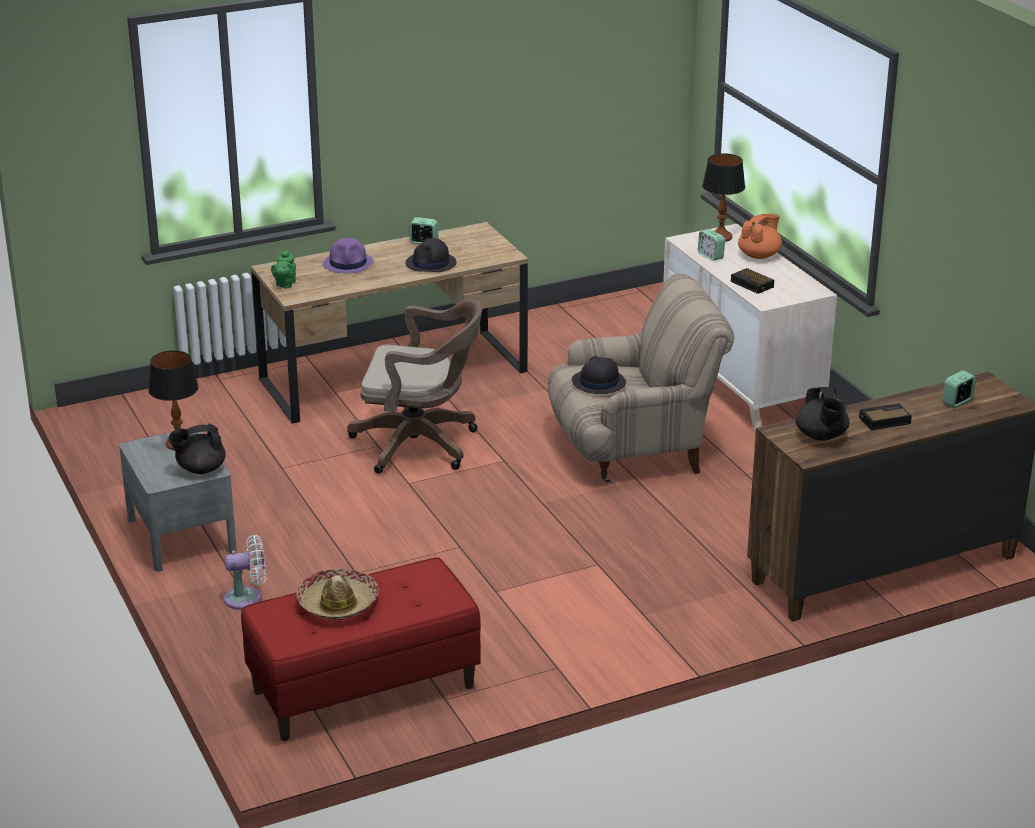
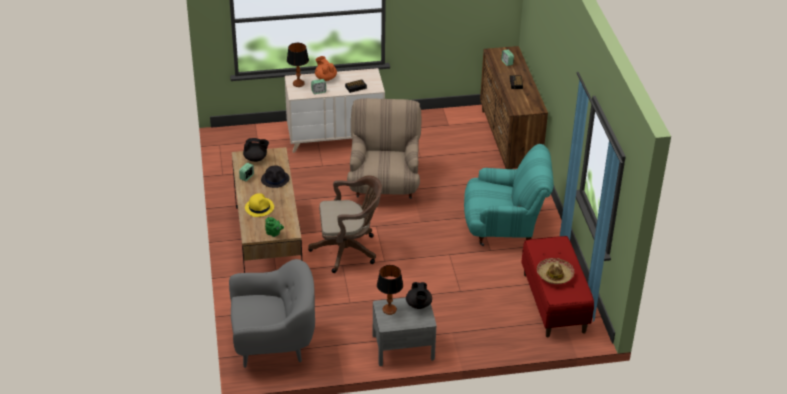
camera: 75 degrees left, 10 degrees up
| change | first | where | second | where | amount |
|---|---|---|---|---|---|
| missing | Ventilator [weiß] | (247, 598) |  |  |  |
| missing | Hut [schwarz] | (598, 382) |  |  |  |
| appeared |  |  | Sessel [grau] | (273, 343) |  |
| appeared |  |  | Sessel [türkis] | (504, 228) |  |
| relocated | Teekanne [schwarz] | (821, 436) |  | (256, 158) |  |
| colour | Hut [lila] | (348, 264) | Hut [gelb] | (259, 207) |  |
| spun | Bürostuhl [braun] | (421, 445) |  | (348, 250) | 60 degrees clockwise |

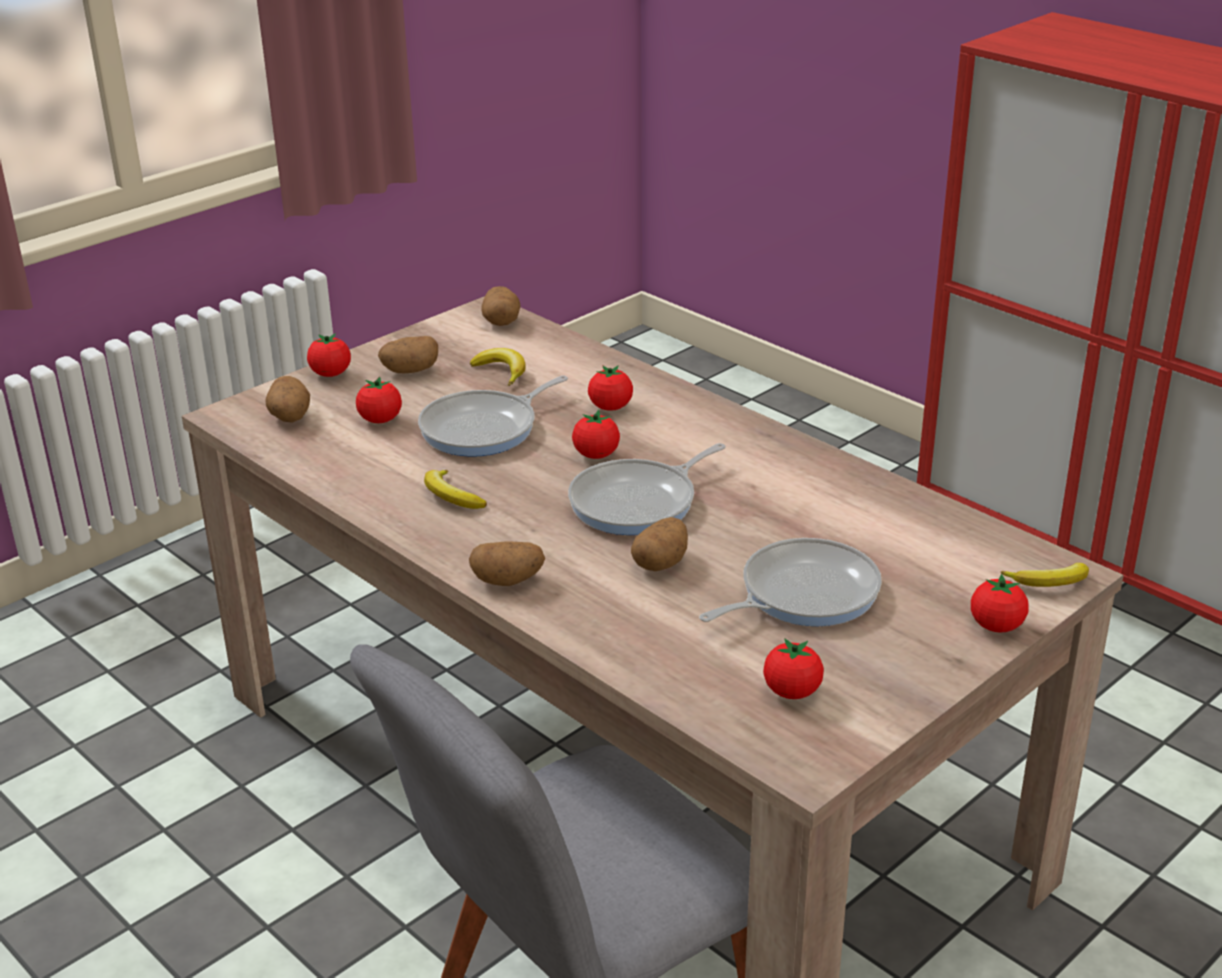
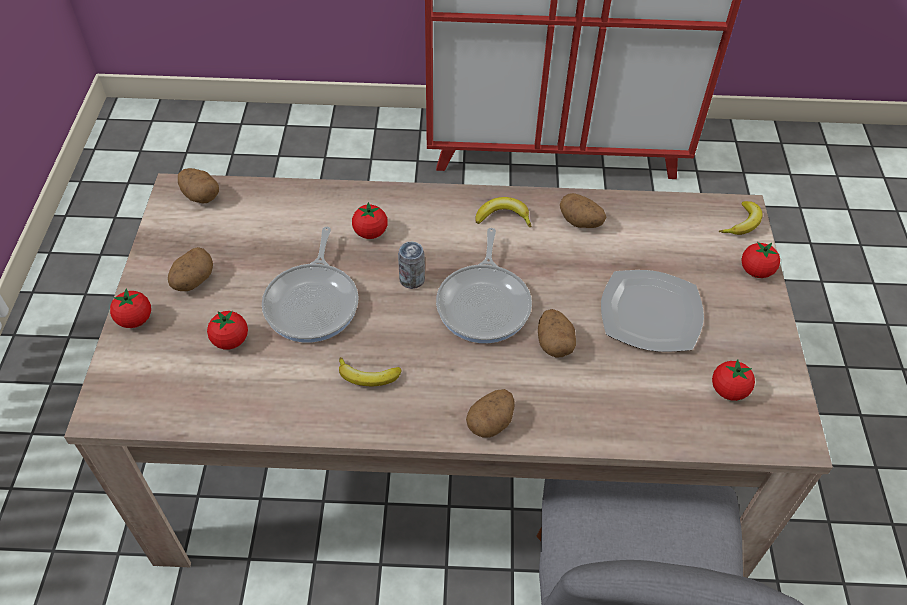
camera: 45 degrees left, 20 degrees up
| change | first | where | second | where | amount |
|---|---|---|---|---|---|
| relocated | Kartoffel | (290, 417) |  | (581, 222) |  |
| relocated | Banane | (501, 372) |  | (503, 217) |  |
| exchanged | Tomate | (596, 455) | Dose | (412, 280) |  |
| exchanged | Pfanne | (802, 594) | Teller | (649, 314) |  |

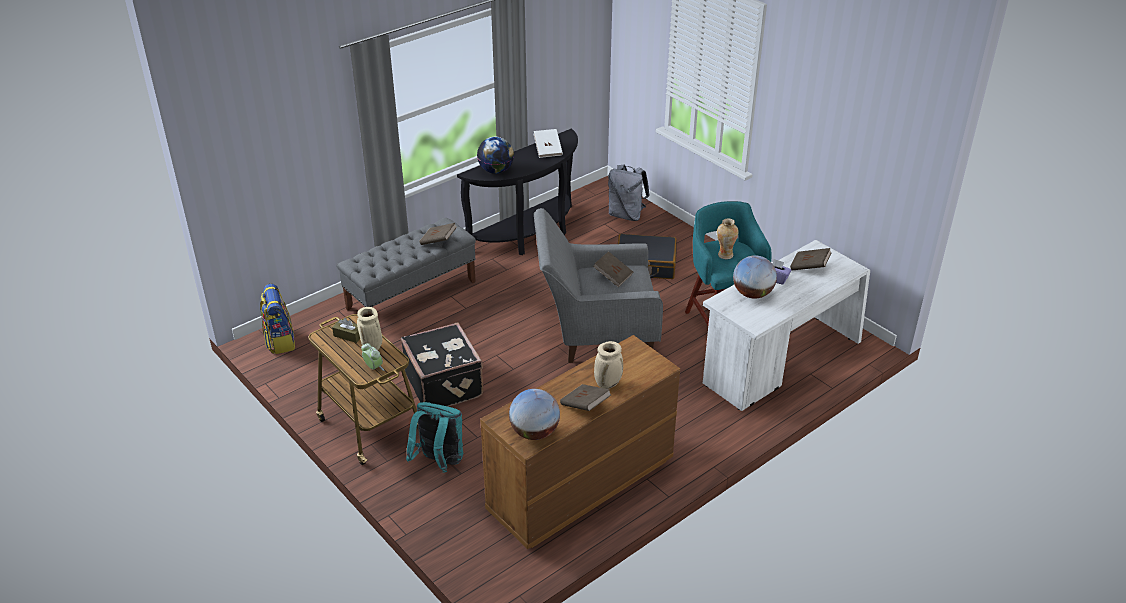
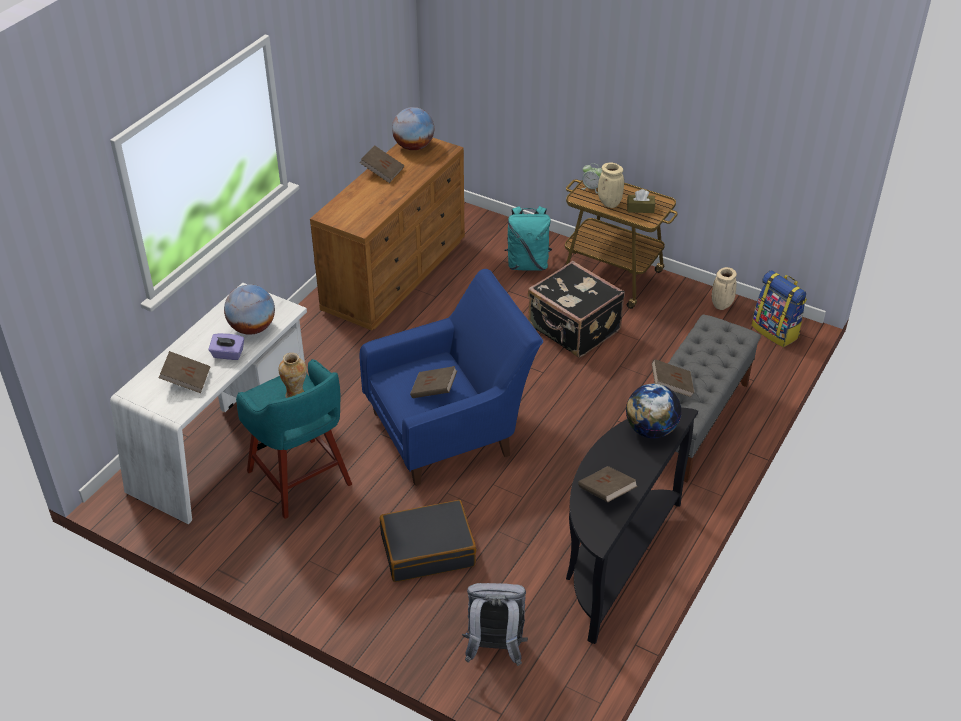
camera: 160 degrees right, 5 degrees up
| change | first | where | second | where | amount |
|---|---|---|---|---|---|
| relocated | Vase [beige] | (608, 383) |  | (721, 306) |  |
| colour | Buch [weiß] | (548, 150) | Buch [braun] | (606, 493) |  |
| colour | Sessel [grau] | (595, 330) | Sessel [blau] | (450, 429) |  |

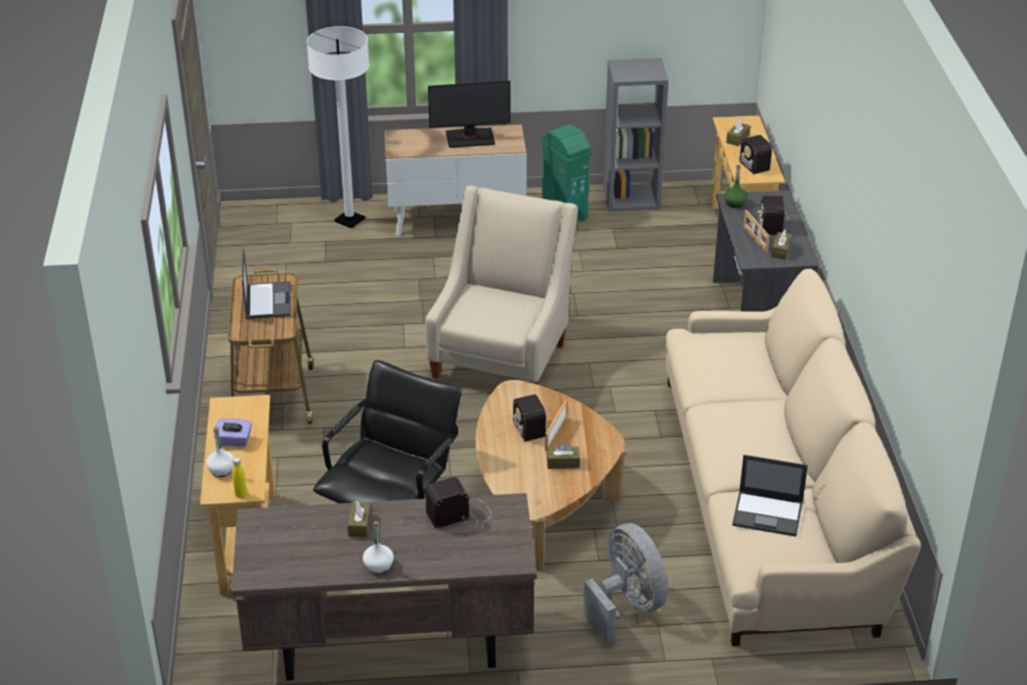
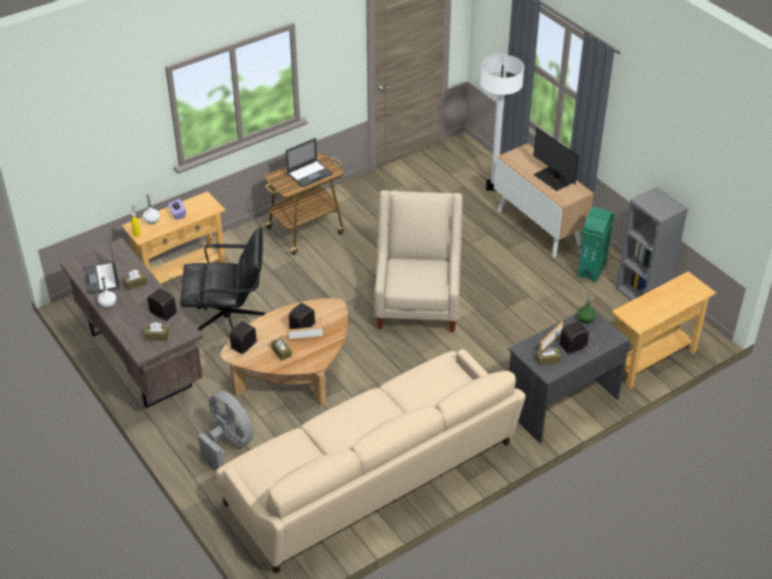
camera: 60 degrees right, 5 degrees up
| change | first | where | second | where | amount |
|---|---|---|---|---|---|
| relocated | Taschentuchbox [braun] | (737, 139) |  | (157, 336) |  |
| relocated | Radio | (751, 160) |  | (250, 341) |  |
| relocated | Laptop | (768, 514) |  | (101, 278) |  |
| spun | Sessel [beige] | (502, 354) |  | (417, 302) | 75 degrees counterclockwise |
| spun | Ventilator [grau] | (627, 606) |  | (228, 444) | 75 degrees counterclockwise |

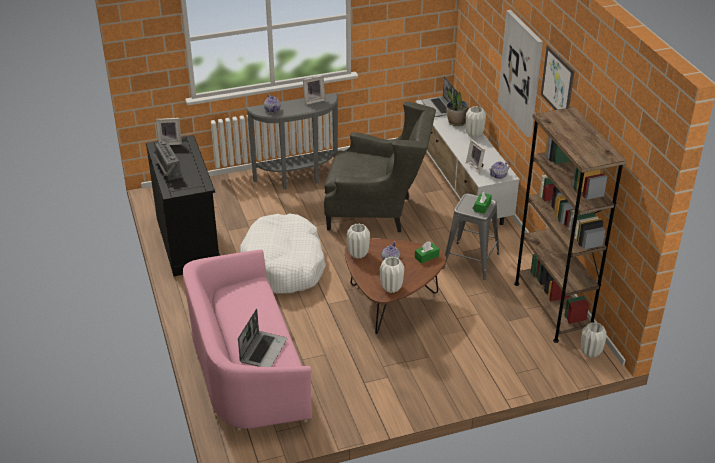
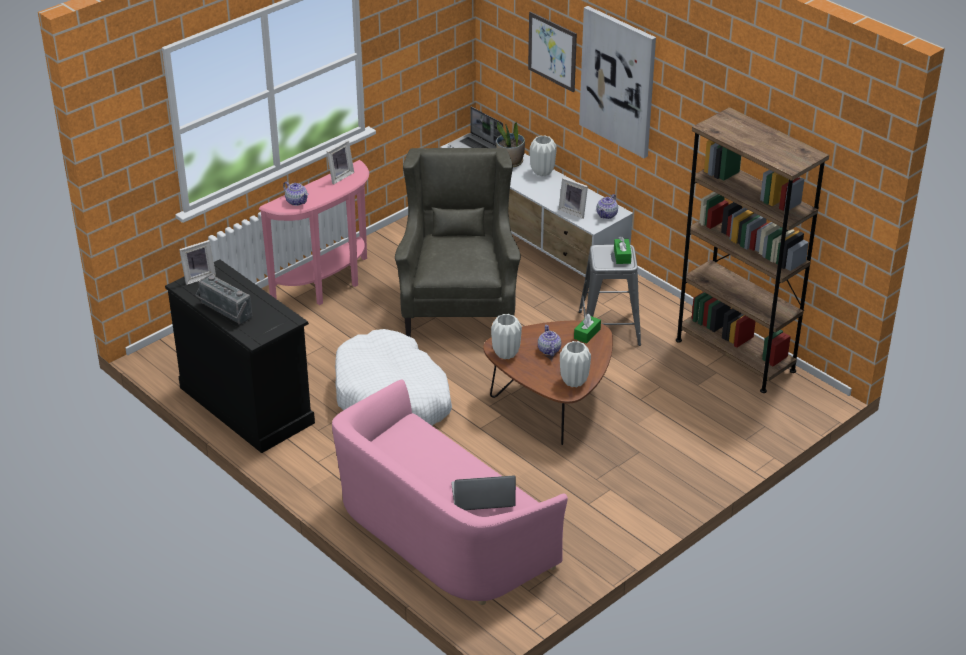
camera: 25 degrees left, 0 degrees up
| change | first | where | second | where | amount |
|---|---|---|---|---|---|
| missing | Vase [weiß] | (590, 352) |  |  |  |
| relocated | Bild | (557, 83) |  | (552, 51) |  |
| colour | Konsolentisch [grau] | (298, 179) | Konsolentisch [rosa] | (328, 287) |  |
| spun | Laptop | (263, 350) |  | (482, 497) | 90 degrees counterclockwise |
| spun | Sessel [grau] | (378, 212) |  | (458, 301) | 75 degrees counterclockwise |

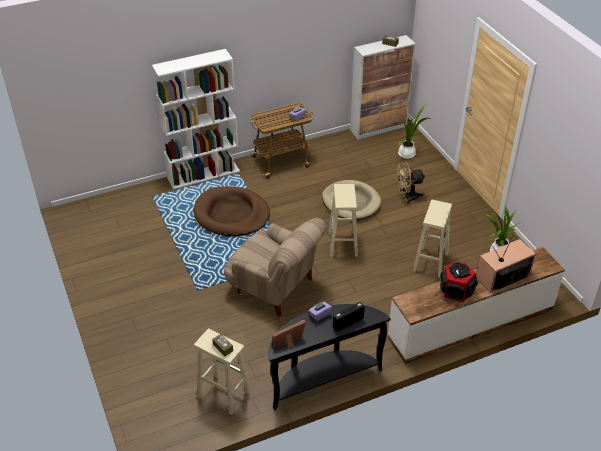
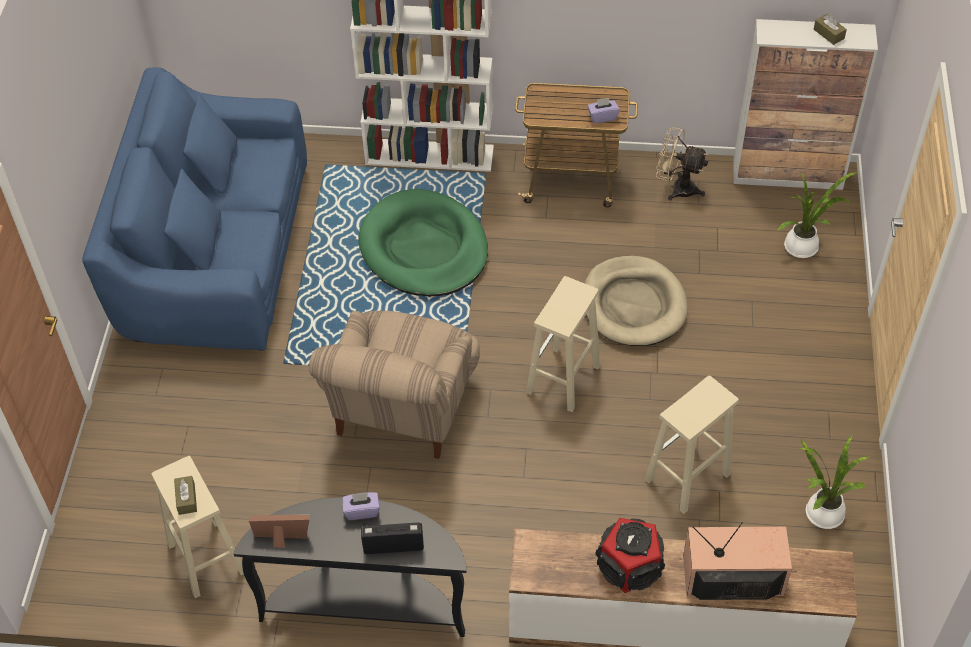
camera: 30 degrees right, 10 degrees up
| change | first | where | second | where | amount |
|---|---|---|---|---|---|
| appeared |  |  | Sofa [blau] | (216, 254) |  |
| relocated | Ventilator [beige] | (407, 197) |  | (677, 188) |  |
| colour | Hundebett [braun] | (231, 214) | Hundebett [grün] | (424, 248) |  |
| spun | Sessel [beige] | (275, 287) |  | (402, 411) | 45 degrees clockwise |

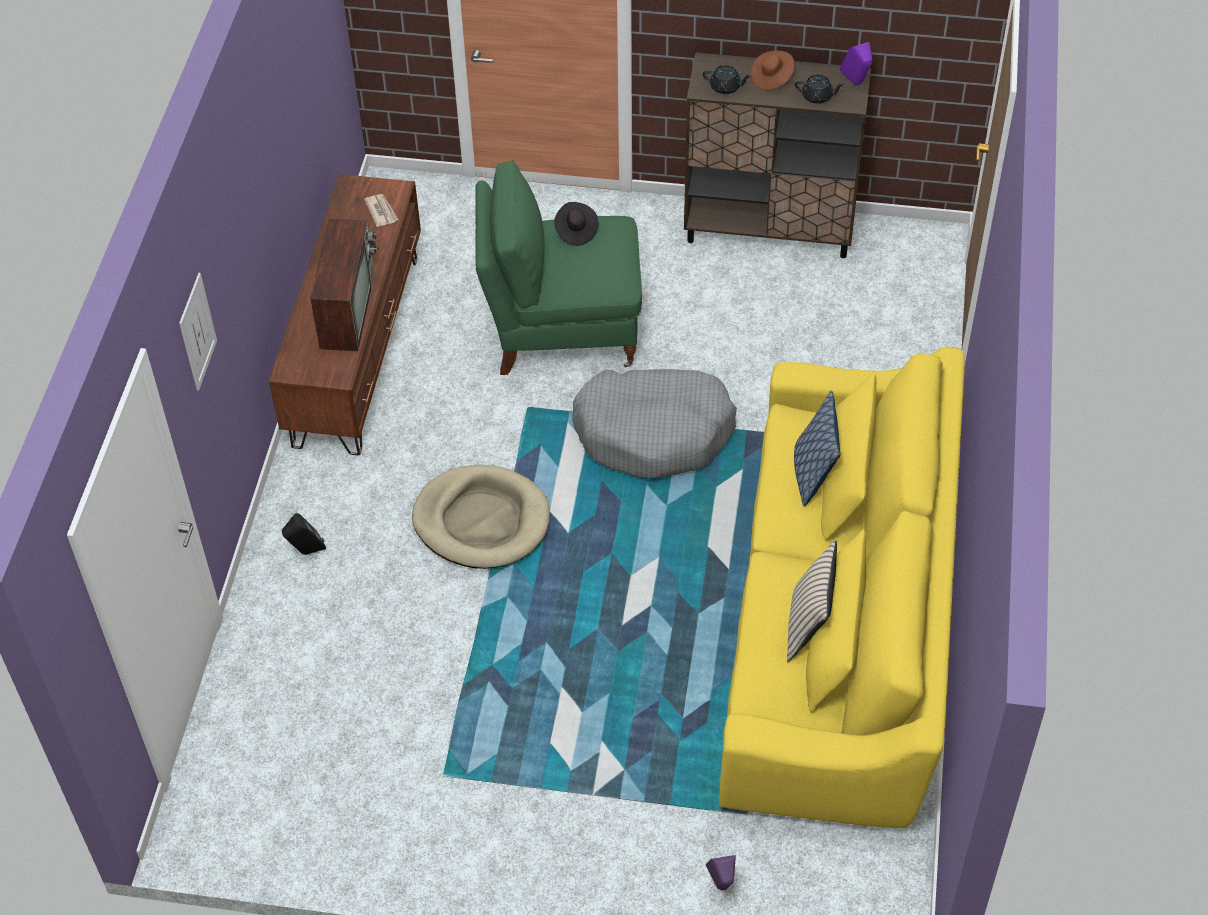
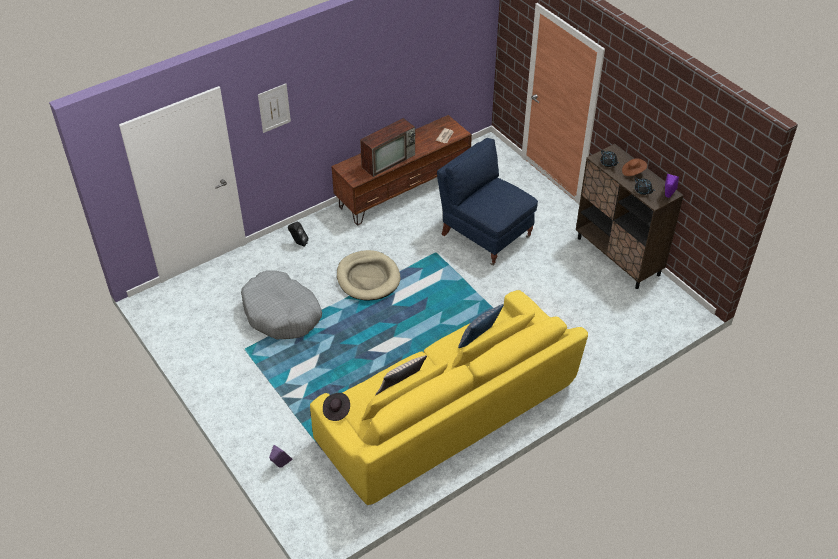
camera: 45 degrees right, 5 degrees down
| change | first | where | second | where | amount |
|---|---|---|---|---|---|
| relocated | Hut [schwarz] | (576, 231) |  | (336, 411) |  |
| relocated | Hundebett [grau] | (654, 432) |  | (282, 313) |  |
| colour | Sessel [grün] | (562, 329) | Sessel [blau] | (485, 235) |  |

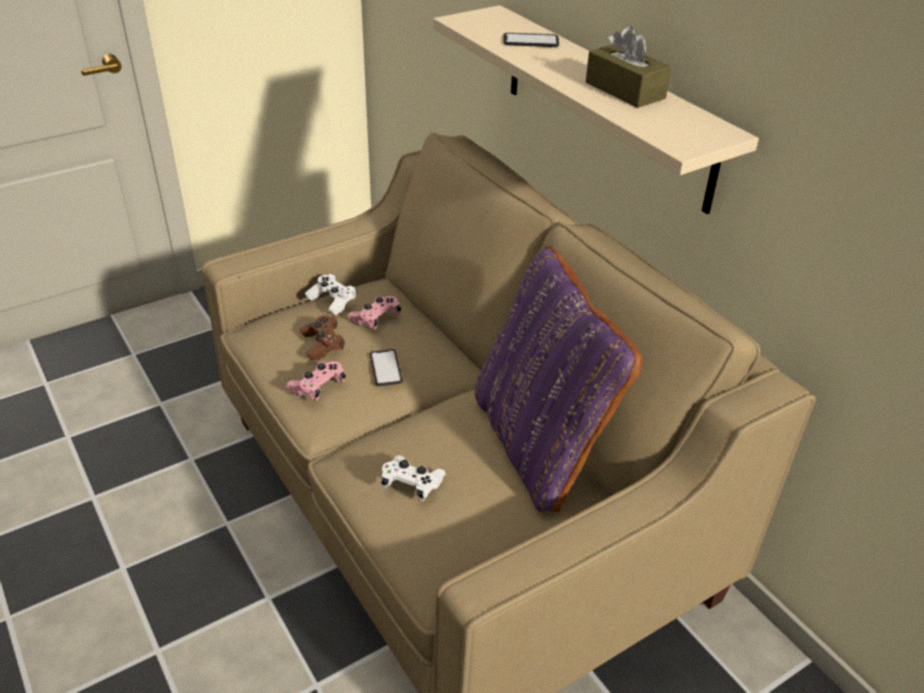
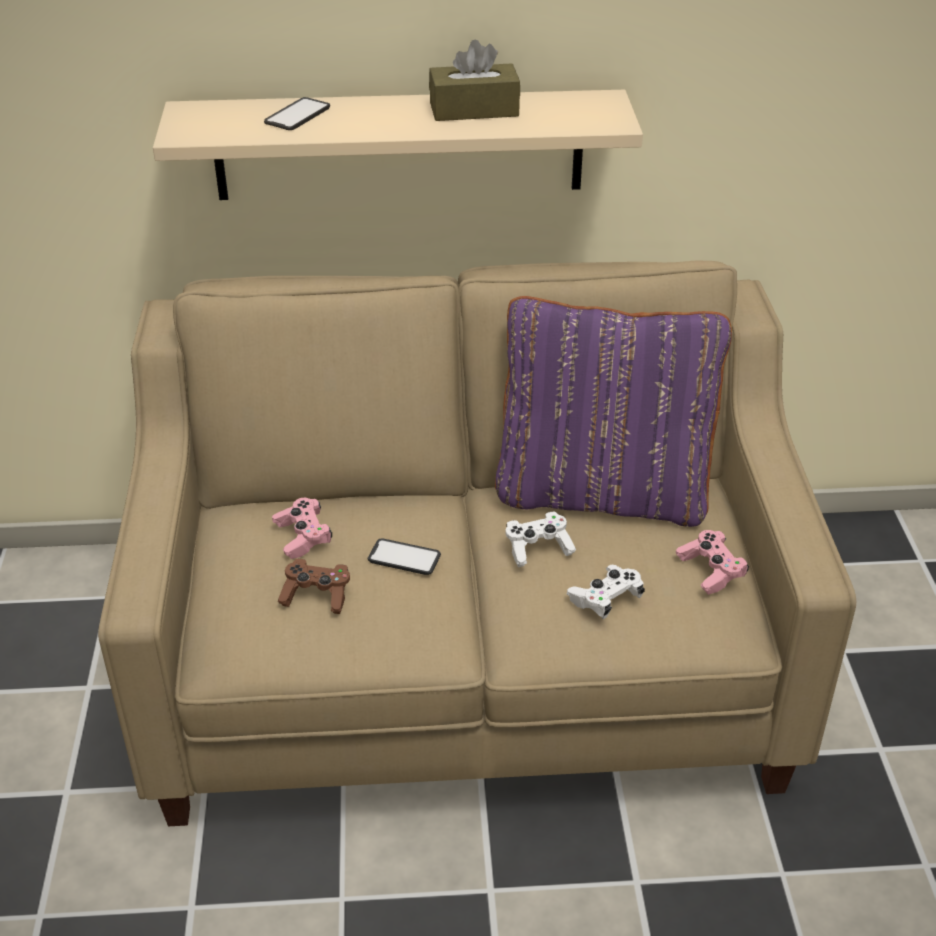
camera: 60 degrees left, 0 degrees up
| change | first | where | second | where | amount |
|---|---|---|---|---|---|
| relocated | Gamepad [rosa] | (318, 387) |  | (710, 570) |  |
| relocated | Gamepad [weiß] | (332, 301) |  | (538, 548) |  |

